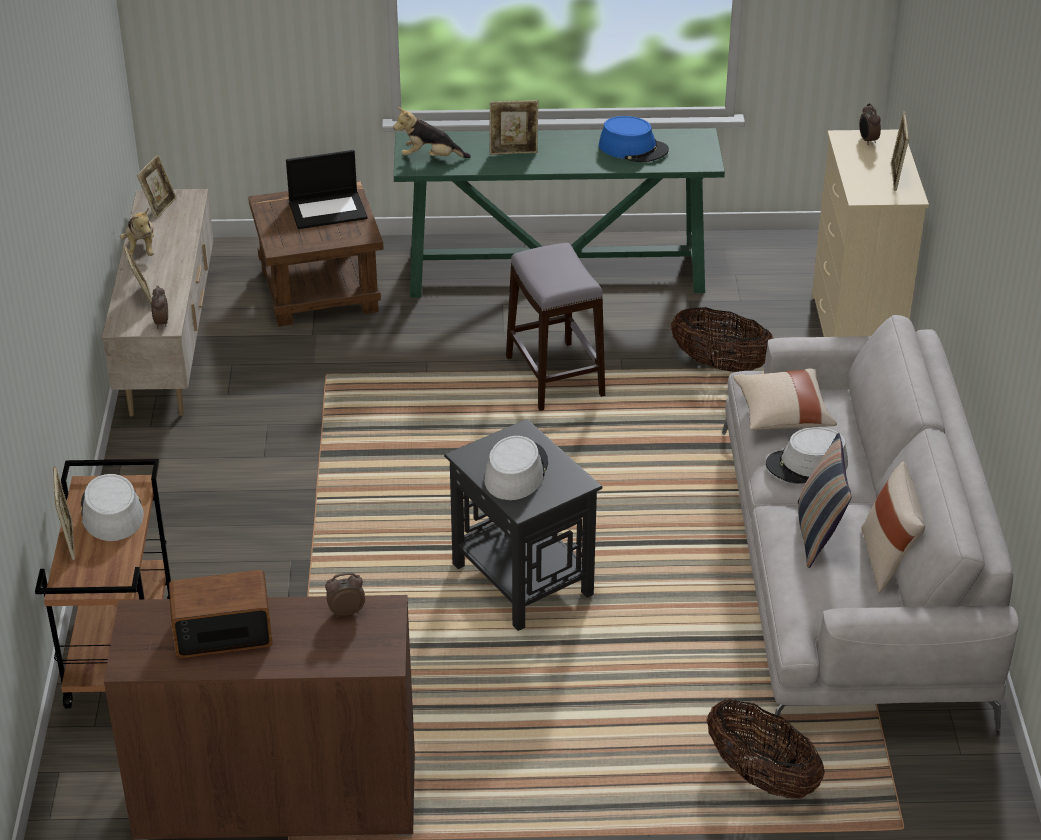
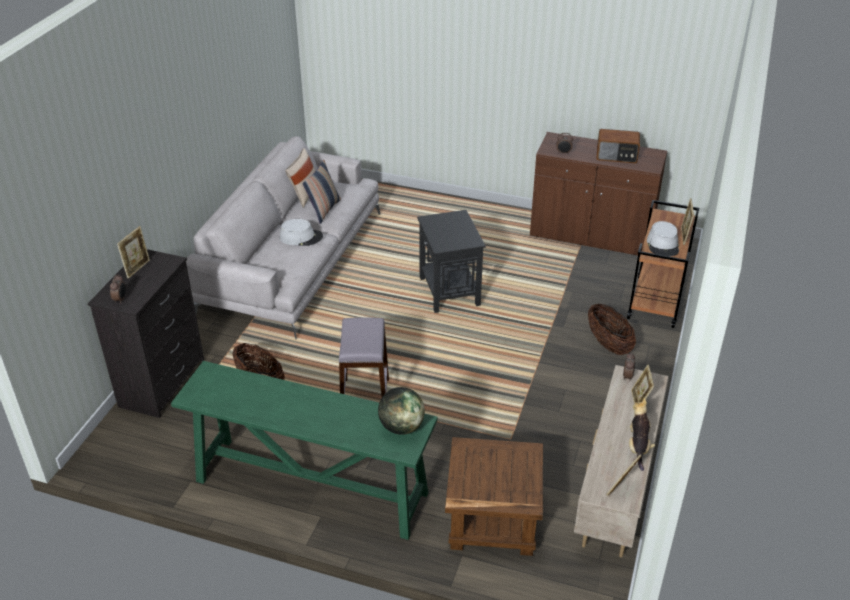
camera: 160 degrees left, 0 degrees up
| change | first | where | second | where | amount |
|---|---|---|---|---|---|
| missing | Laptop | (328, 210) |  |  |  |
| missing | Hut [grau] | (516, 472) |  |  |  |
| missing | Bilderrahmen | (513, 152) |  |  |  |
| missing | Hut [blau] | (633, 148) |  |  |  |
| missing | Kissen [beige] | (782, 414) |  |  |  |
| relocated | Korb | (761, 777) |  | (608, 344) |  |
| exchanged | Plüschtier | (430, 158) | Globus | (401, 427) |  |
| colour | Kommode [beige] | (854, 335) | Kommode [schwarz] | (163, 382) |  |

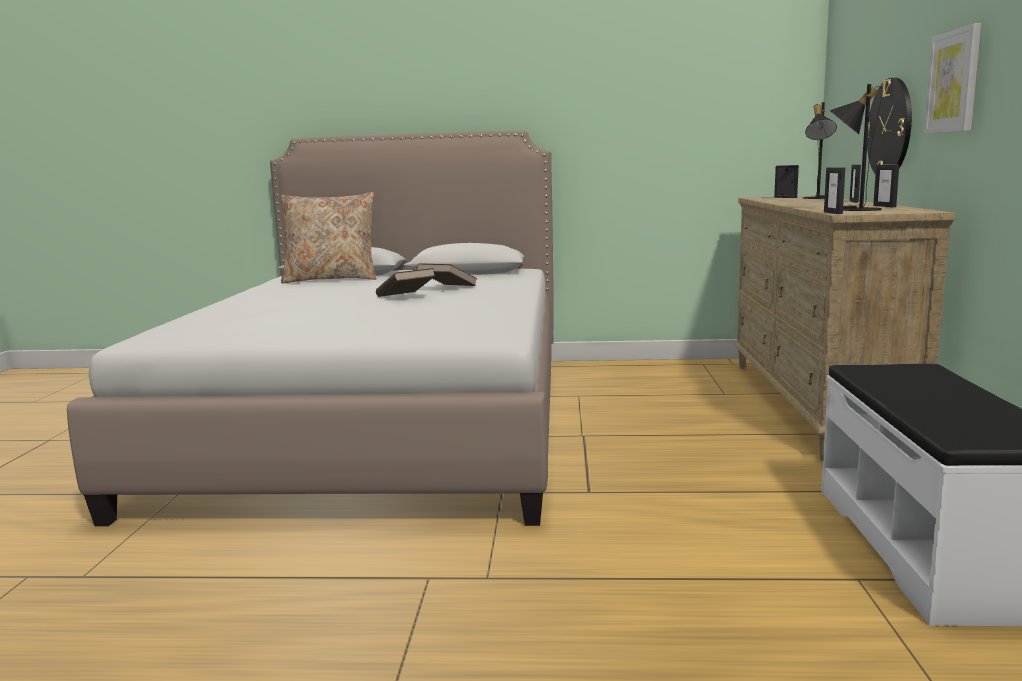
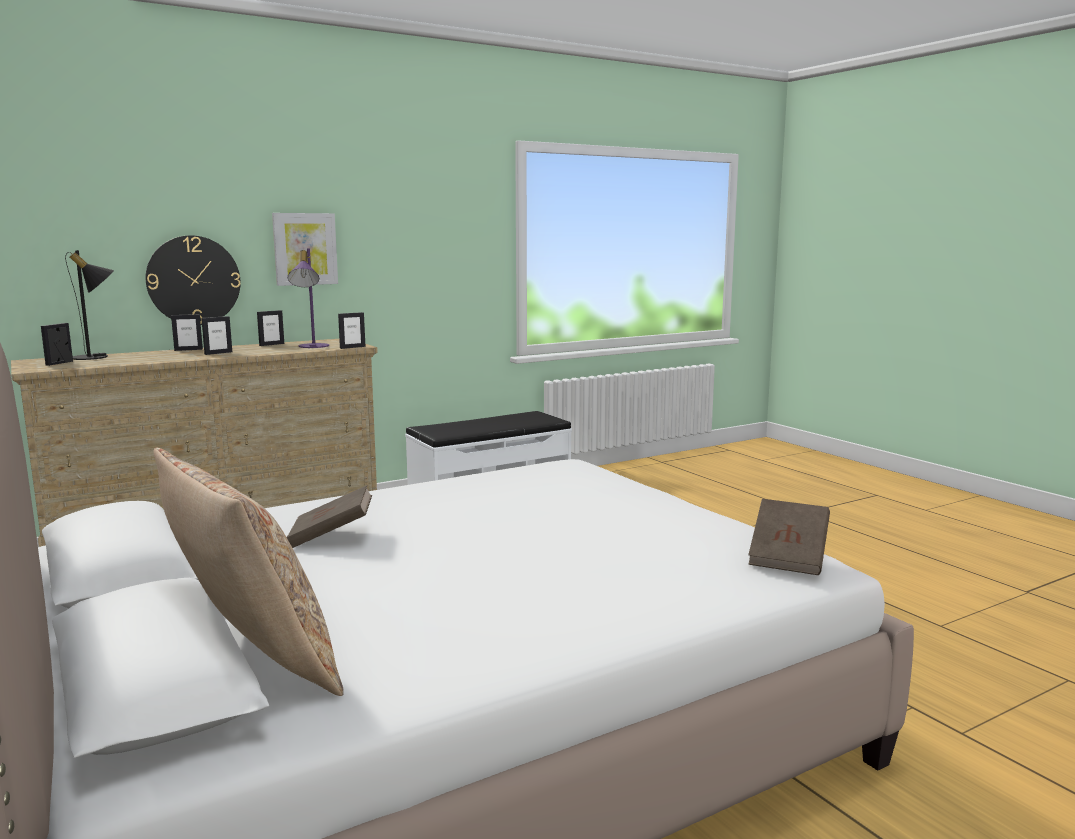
camera: 125 degrees left, 0 degrees up
| change | first | where | second | where | amount |
|---|---|---|---|---|---|
| appeared |  |  | Bilderrahmen | (218, 353) |  |
| relocated | Buch [braun] | (405, 297) |  | (788, 557) |  |
| colour | Tischlampe [schwarz] | (852, 209) | Tischlampe [lila] | (311, 346) |  |

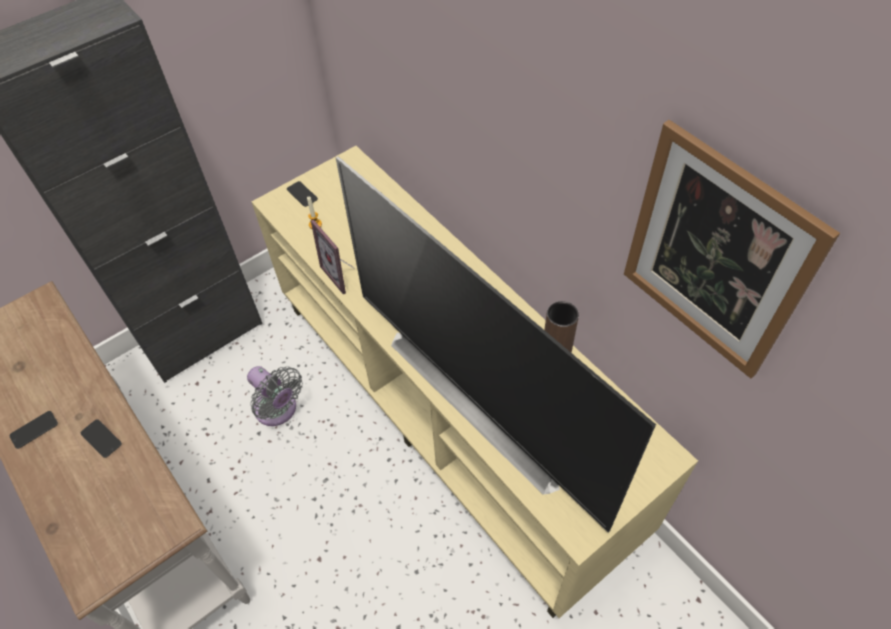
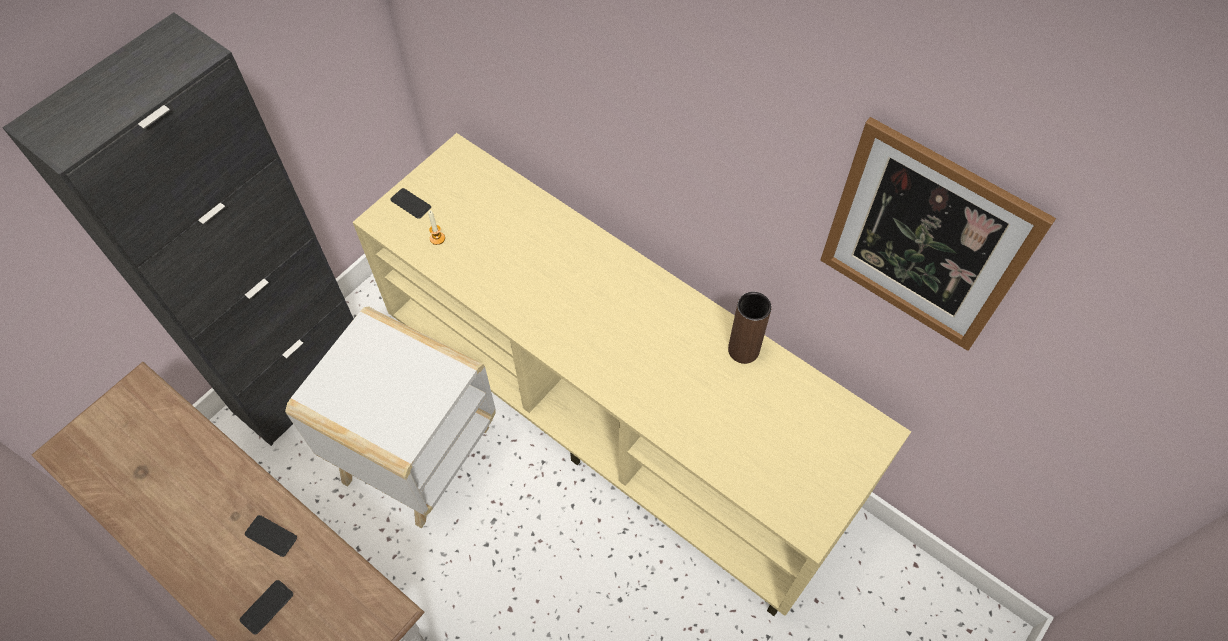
camera: 15 degrees left, 5 degrees up
| change | first | where | second | where | amount |
|---|---|---|---|---|---|
| missing | Bilderrahmen | (342, 274) |  |  |  |
| missing | Fernseher | (484, 396) |  |  |  |
| relocated | Handy | (34, 430) |  | (267, 607) |  |
| exchanged | Ventilator [grau] | (278, 410) | Beistelltisch [weiß] | (417, 452) |  |

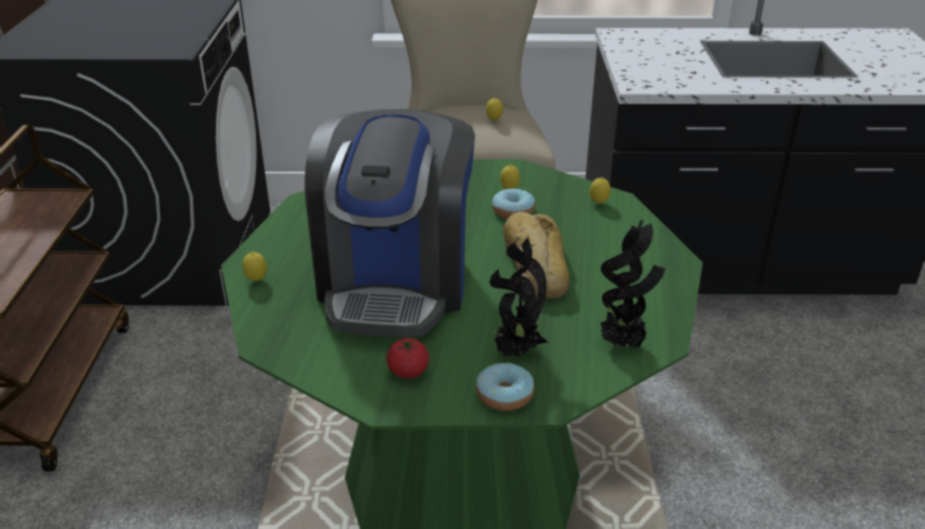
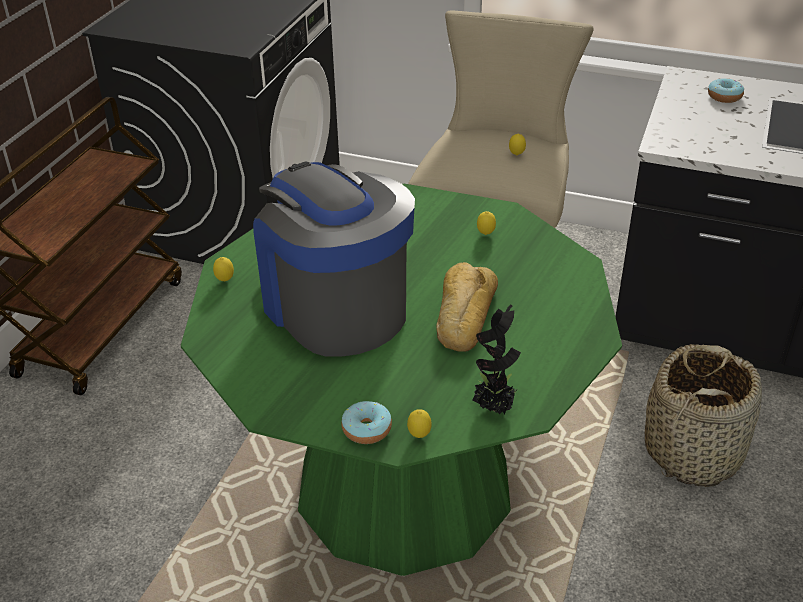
camera: 20 degrees right, 5 degrees up
| change | first | where | second | where | amount |
|---|---|---|---|---|---|
| missing | Tomate | (408, 371) |  |  |  |
| missing | Topfpflanze | (515, 352) |  |  |  |
| appeared |  |  | Korb | (693, 451) |  |
| relocated | Donut | (513, 211) |  | (724, 97) |  |
| relocated | Zitrone | (598, 203) |  | (419, 436) |  |
| spun | Kaffeemaschine | (395, 283) |  | (334, 307) | 120 degrees clockwise |

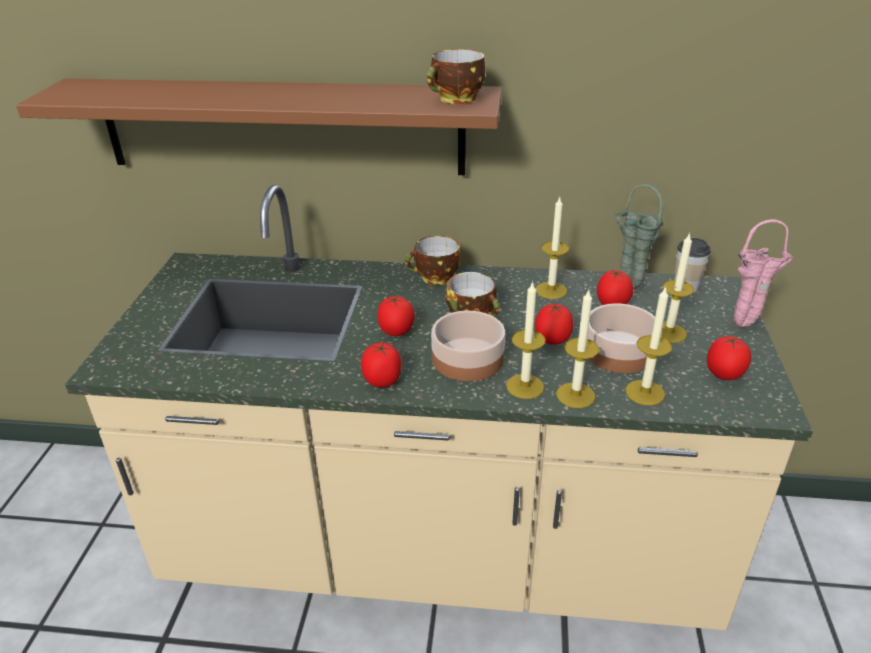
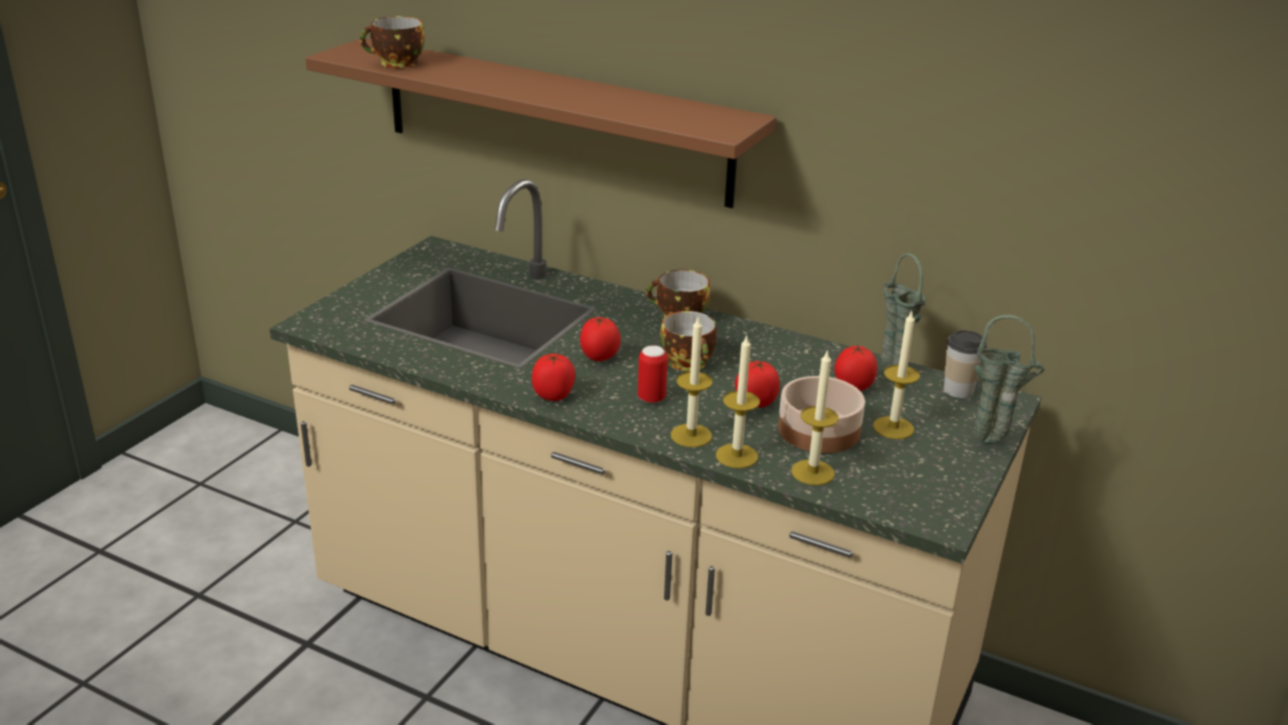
camera: 20 degrees right, 5 degrees down
| change | first | where | second | where | amount |
|---|---|---|---|---|---|
| missing | Kerze | (551, 290) |  |  |  |
| missing | Tomate | (724, 375) |  |  |  |
| relocated | Tasse | (456, 99) |  | (396, 64) |  |
| exchanged | Schüssel | (467, 359) | Dose | (651, 398) |  |
| colour | Vase [rosa] | (746, 325) | Vase [grün] | (992, 443) |  |

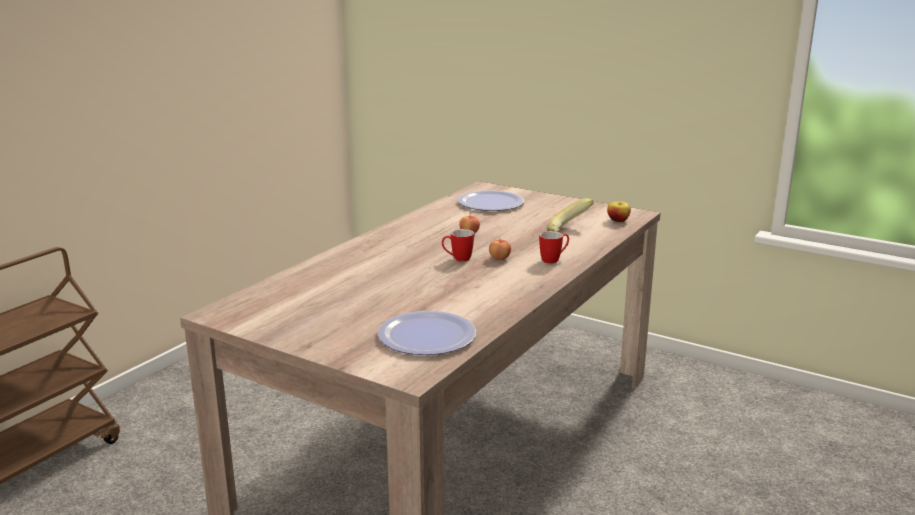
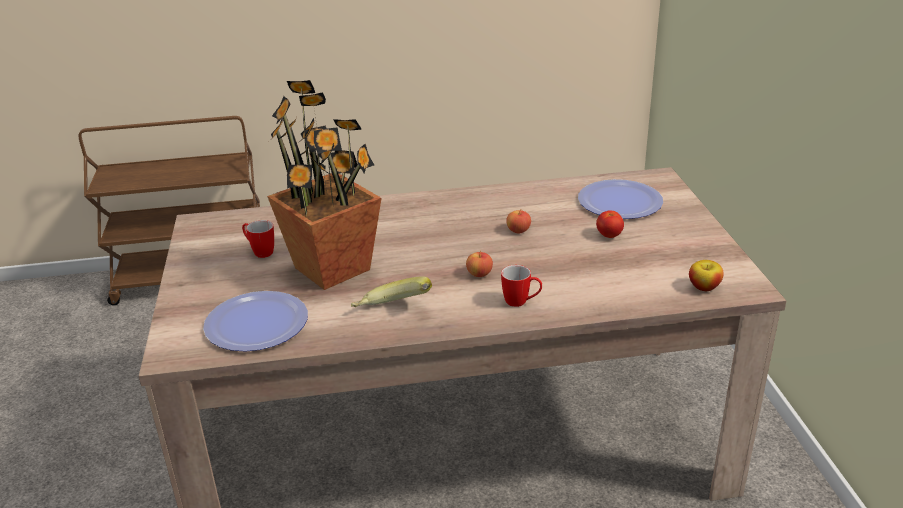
camera: 50 degrees right, 10 degrees up
| change | first | where | second | where | amount |
|---|---|---|---|---|---|
| appeared |  |  | Topfpflanze | (333, 269) |  |
| appeared |  |  | Tomate | (609, 235) |  |
| relocated | Henkelbecher | (457, 259) |  | (259, 252) |  |
| relocated | Banane | (569, 231) |  | (392, 312) |  |

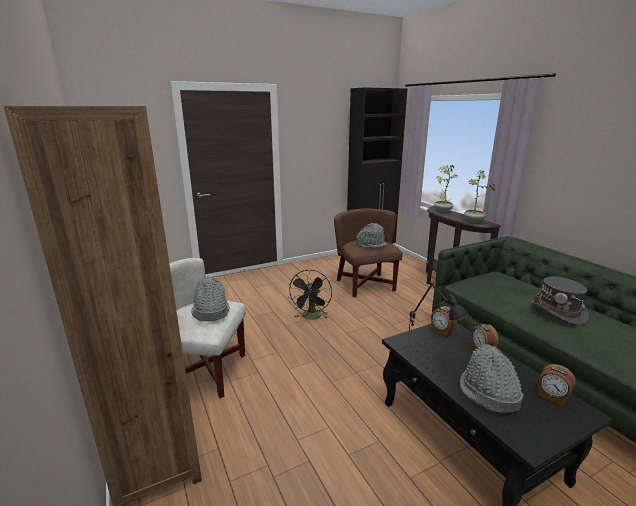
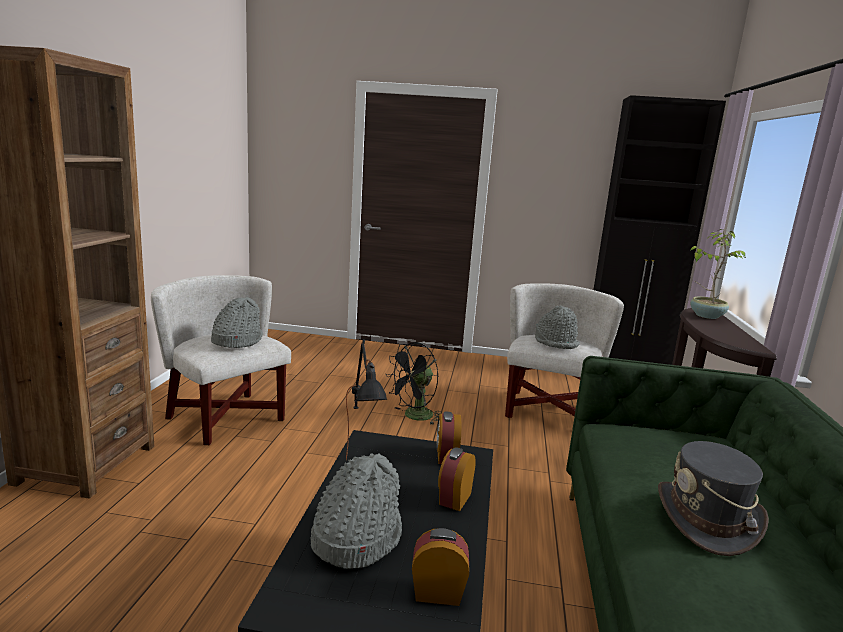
camera: 35 degrees right, 5 degrees down
| change | first | where | second | where | amount |
|---|---|---|---|---|---|
| missing | Topfpflanze | (473, 221) |  |  |  |
| colour | Sessel [braun] | (366, 285) | Sessel [weiß] | (548, 411) |  |
| spun | Wecker | (552, 397) |  | (438, 592) | 105 degrees clockwise |

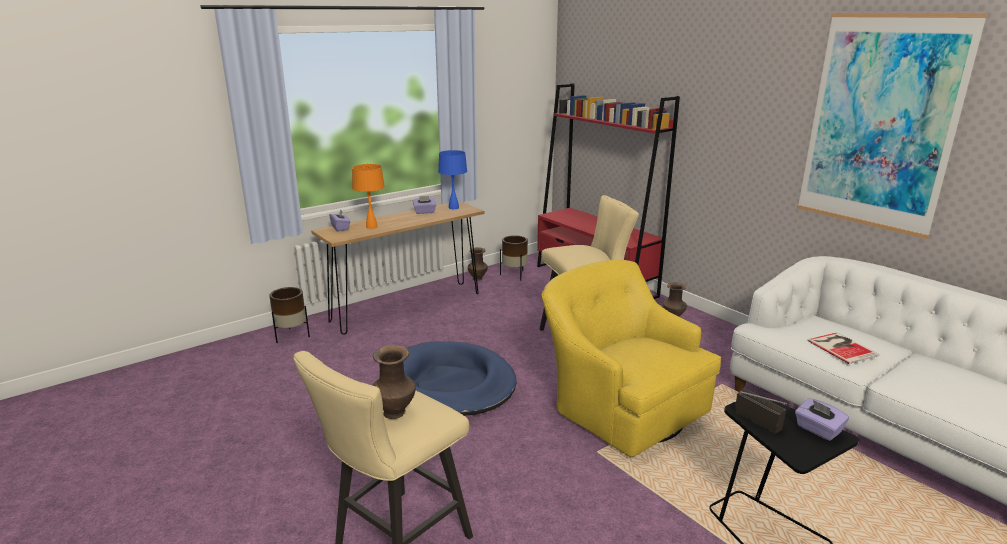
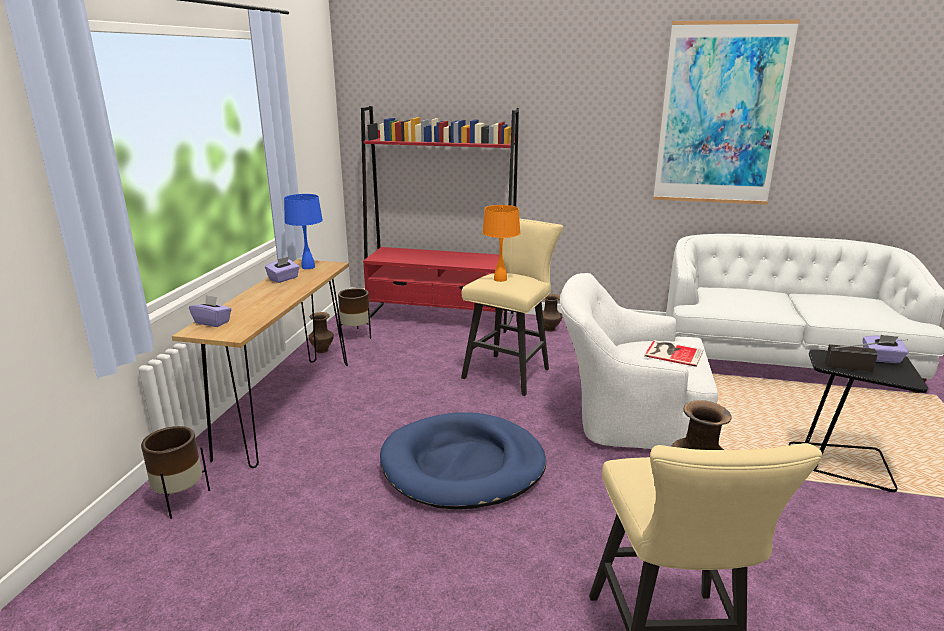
camera: 40 degrees left, 0 degrees up
| change | first | where | second | where | amount |
|---|---|---|---|---|---|
| relocated | Tischlampe [orange] | (372, 227) |  | (500, 279) |  |
| relocated | Buch | (842, 347) |  | (672, 352) |  |
| colour | Sessel [gelb] | (621, 406) | Sessel [weiß] | (626, 417) |  |

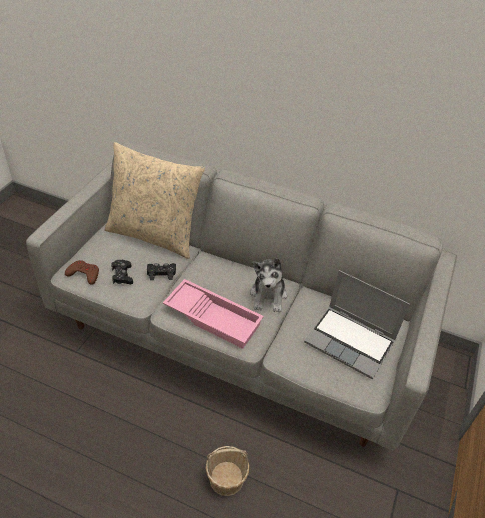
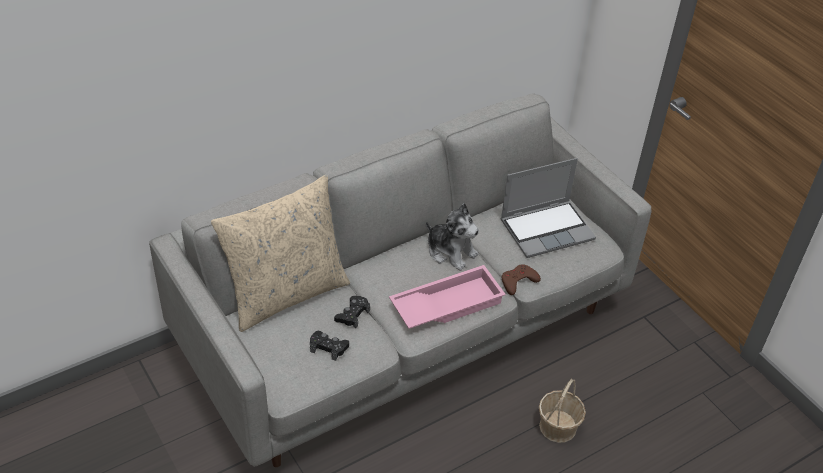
camera: 55 degrees left, 0 degrees up
| change | first | where | second | where | amount |
|---|---|---|---|---|---|
| relocated | Gamepad [braun] | (84, 274) |  | (518, 281) |  |

